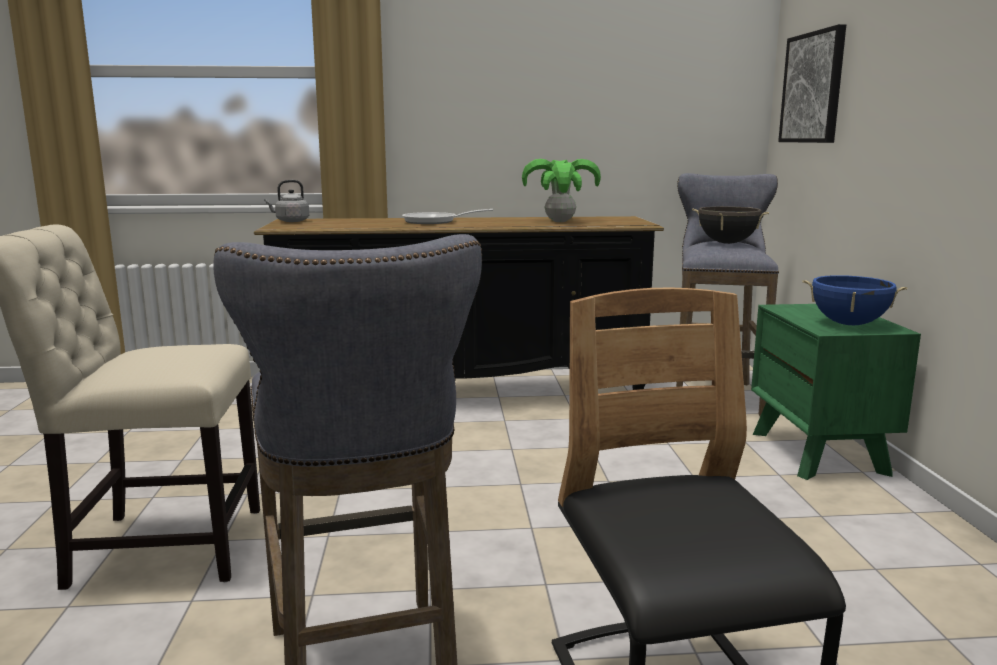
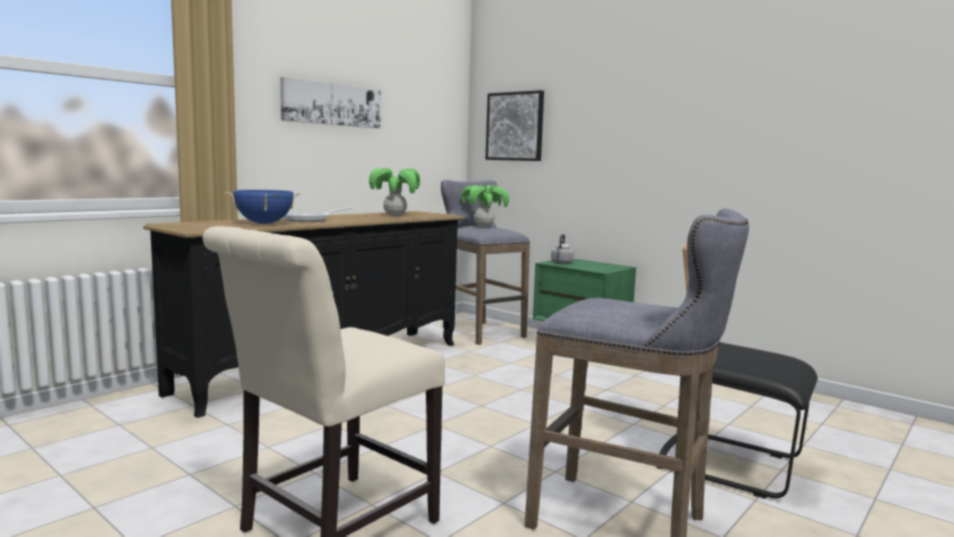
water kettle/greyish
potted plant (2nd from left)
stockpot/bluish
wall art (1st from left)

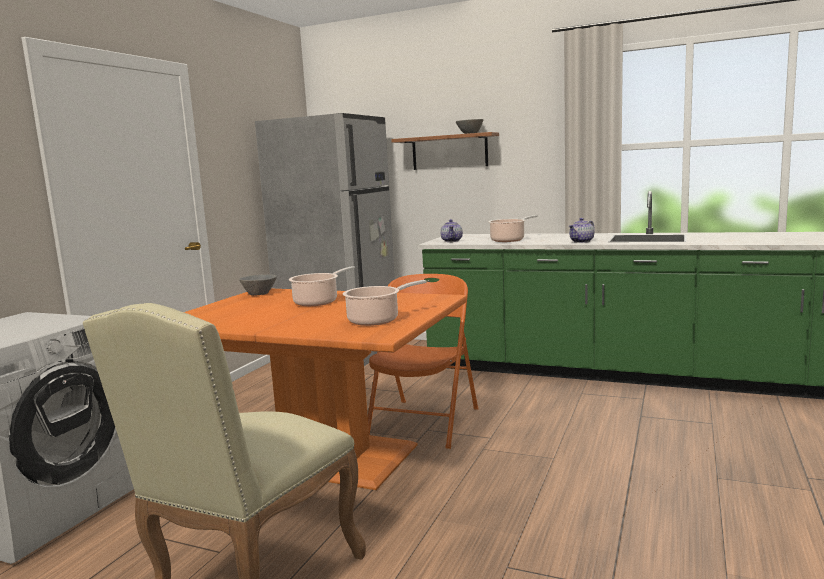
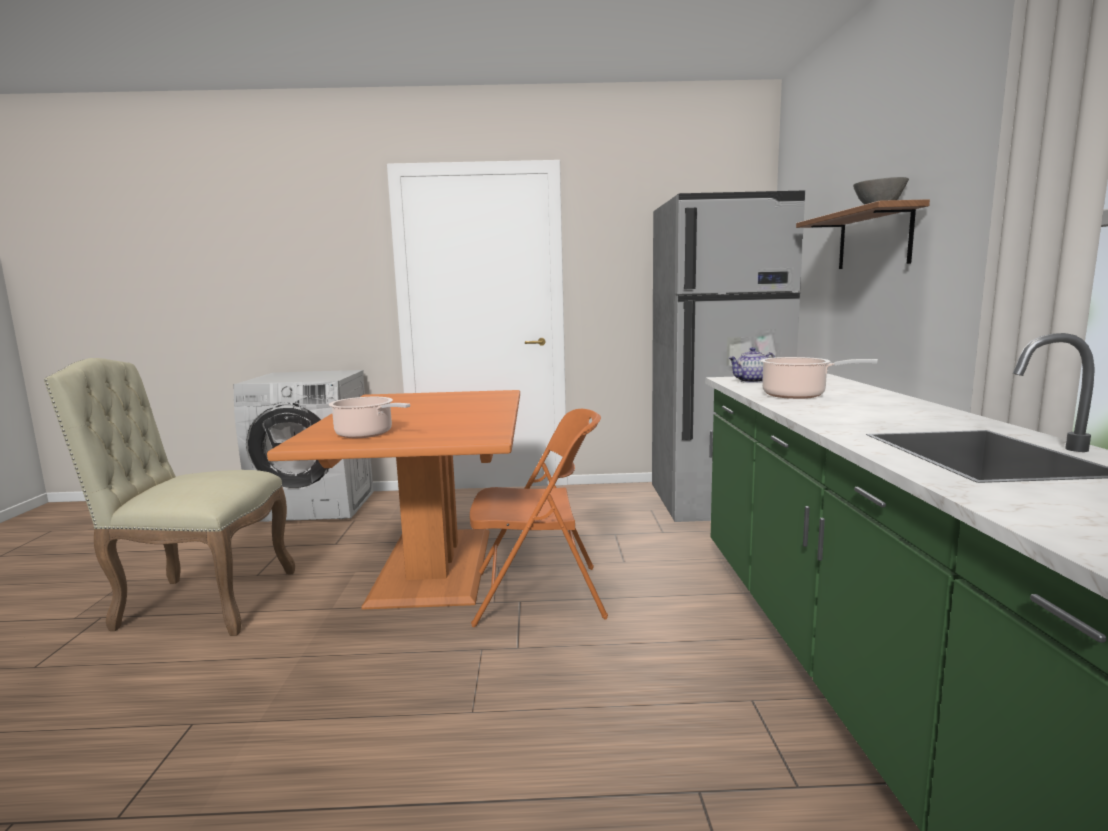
serving bowl/greyish (1st from left in the first image)
stockpot (1st from left in the first image)
teapot (2nd from left in the first image)

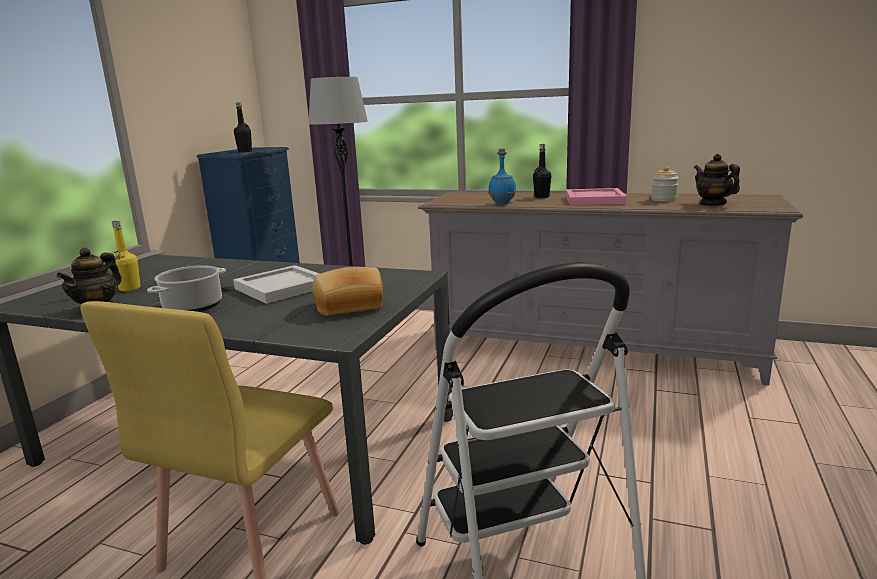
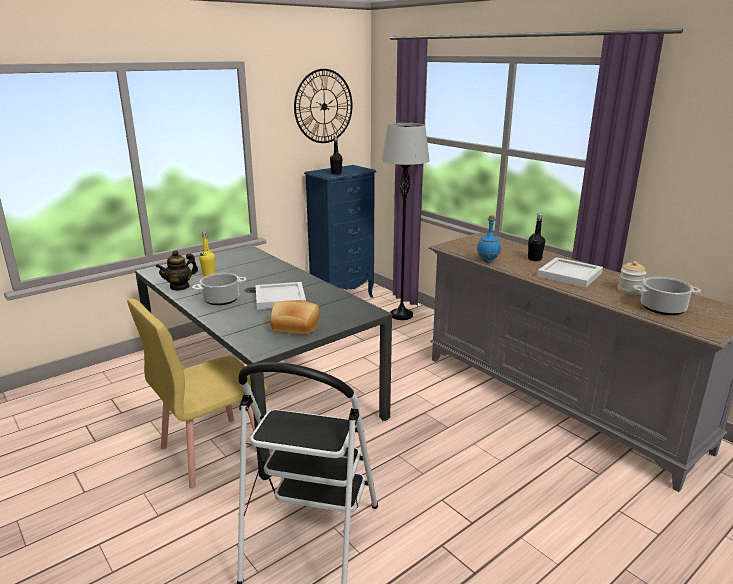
serving tray/white (2nd from left)
stockpot (2nd from left)
clock on the wall

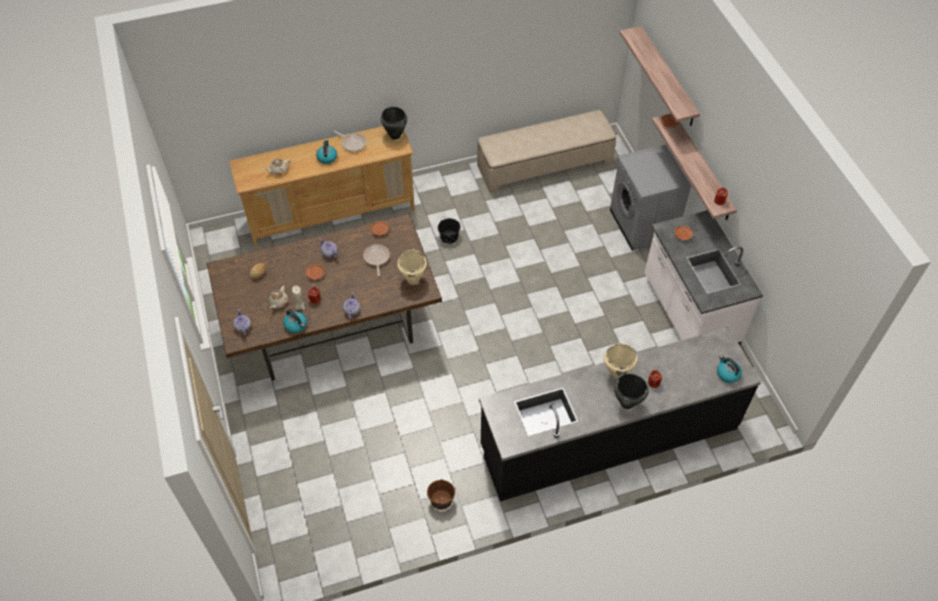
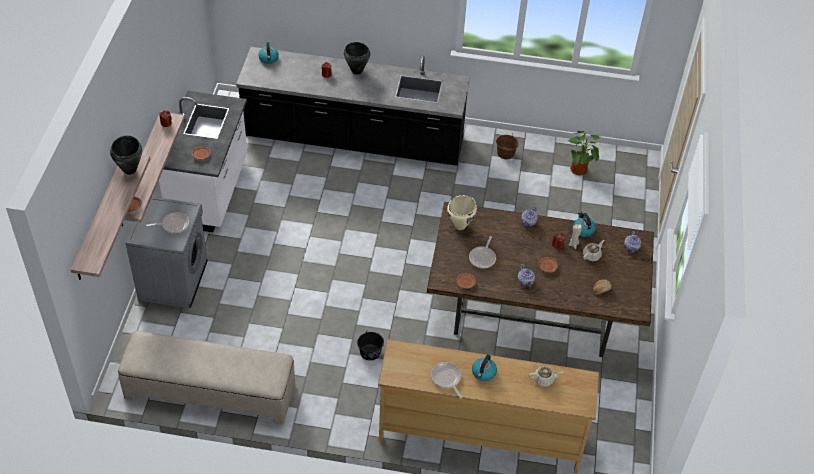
stockpot/black (1st from left)
stockpot/sand-coloured (2nd from left in the first image)
frying pan (1st from left)
potted plant

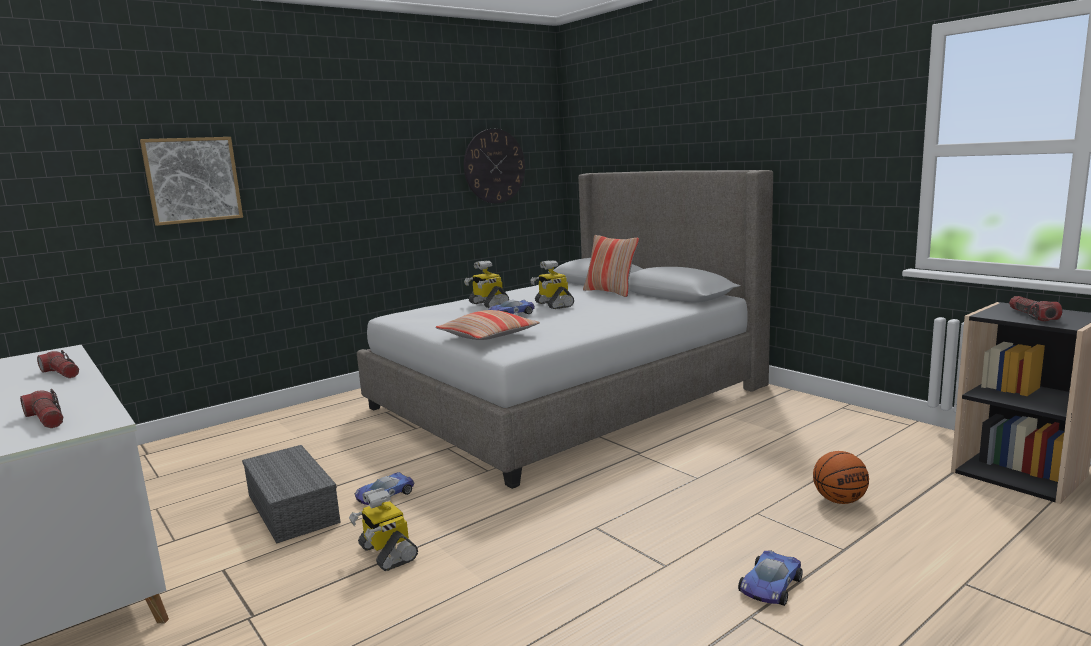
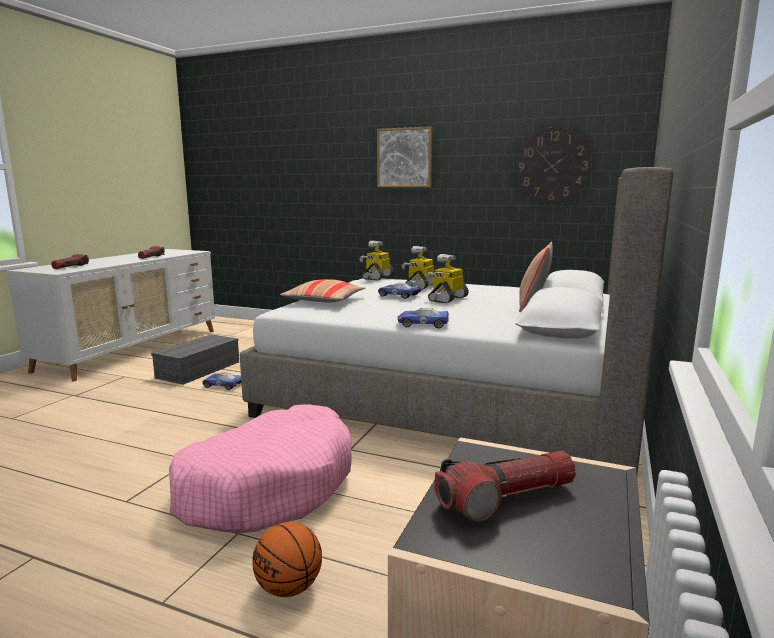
wall art
toy robot (1st from left)
toy car (3rd from left)
dog bed/pink

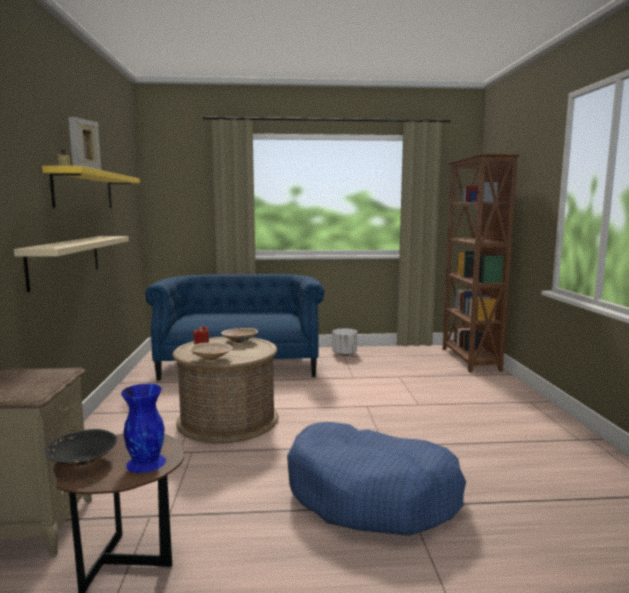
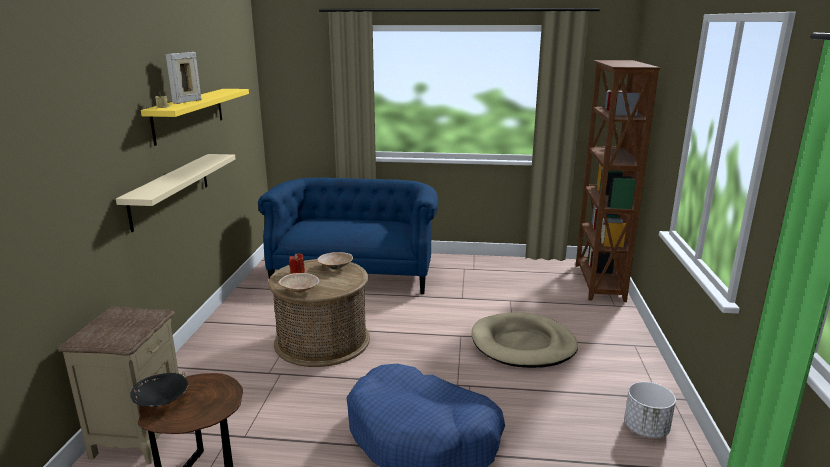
decorative vase/bluish
flower pot/white
dog bed/sand-coloured

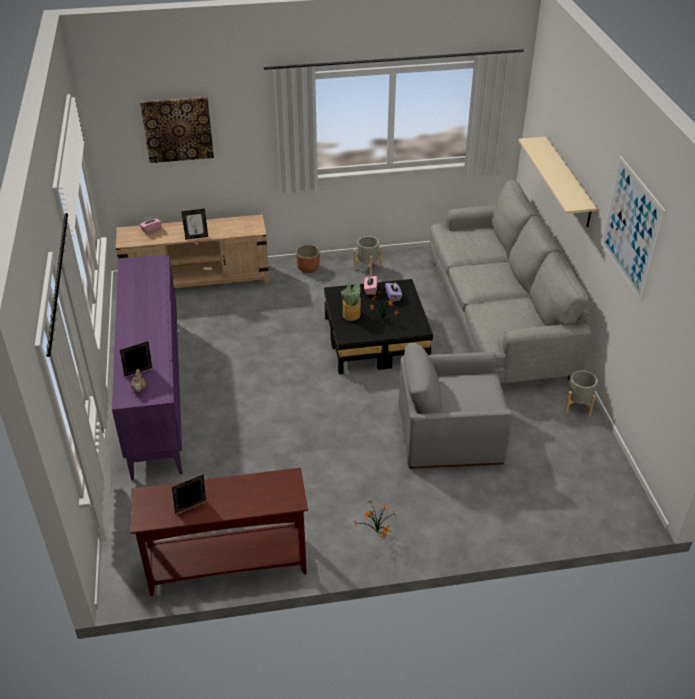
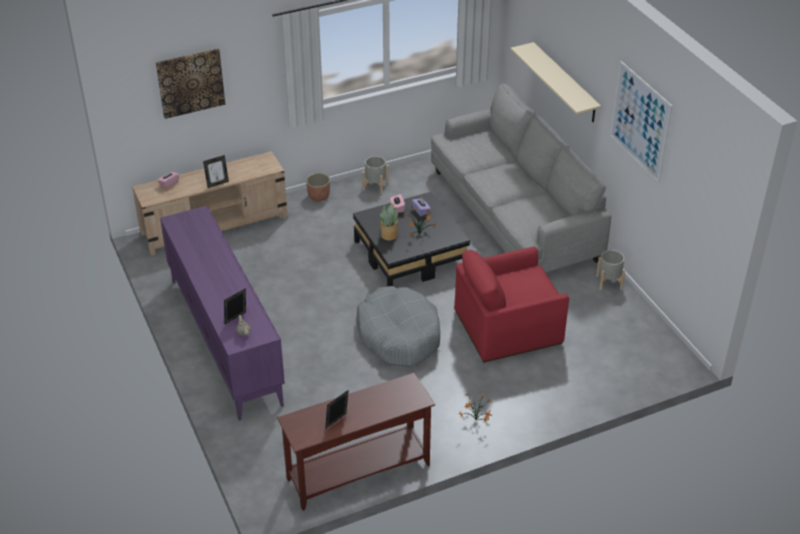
lounge chair/reddish
dog bed/greyish

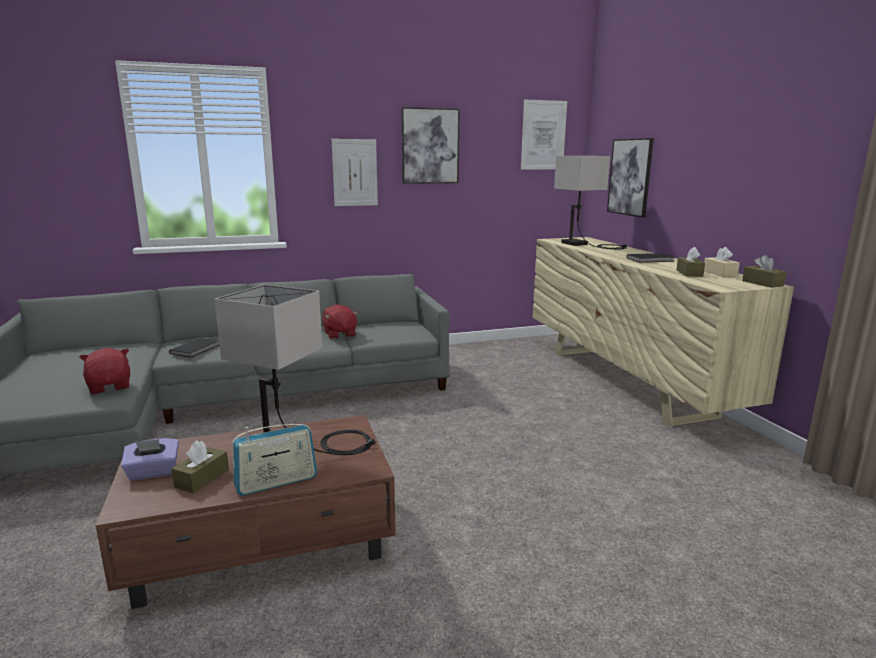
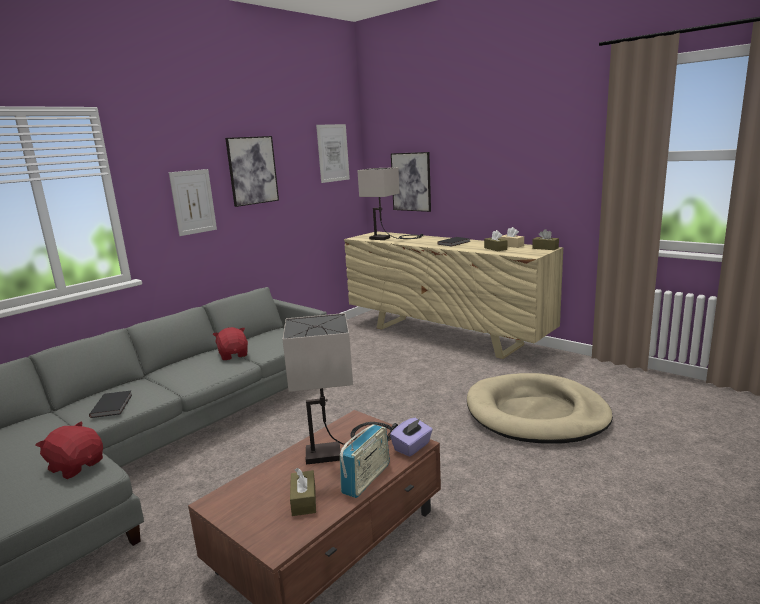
box of tissues/purplish
soft toy/reddish (2nd from left)
dog bed/sand-coloured

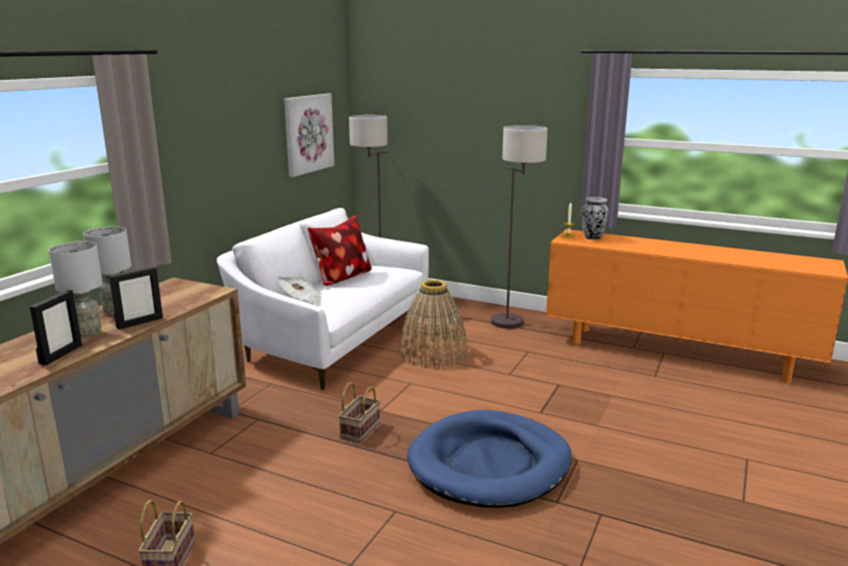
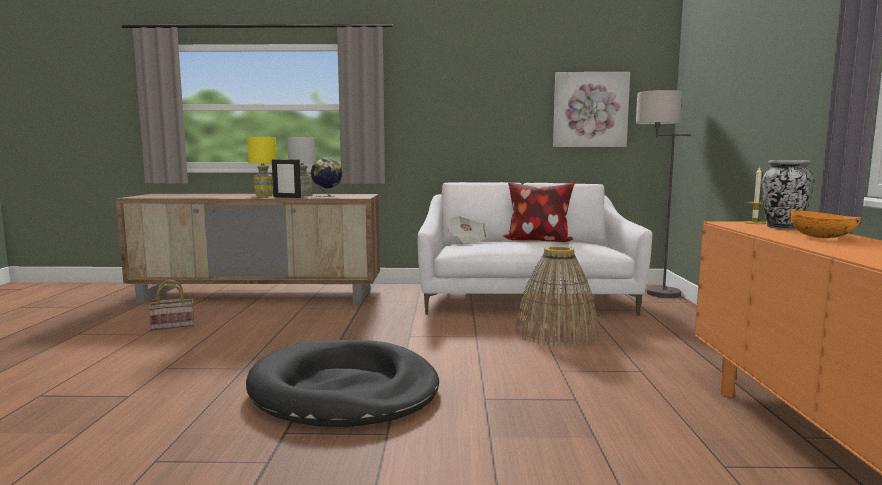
standing frame (1st from left in the first image)
lamp for a table/yellowish
storage basket (2nd from left in the first image)
dog bed/black
standard lamp/greyish (2nd from left in the first image)
globe
serving bowl/orange-coloured

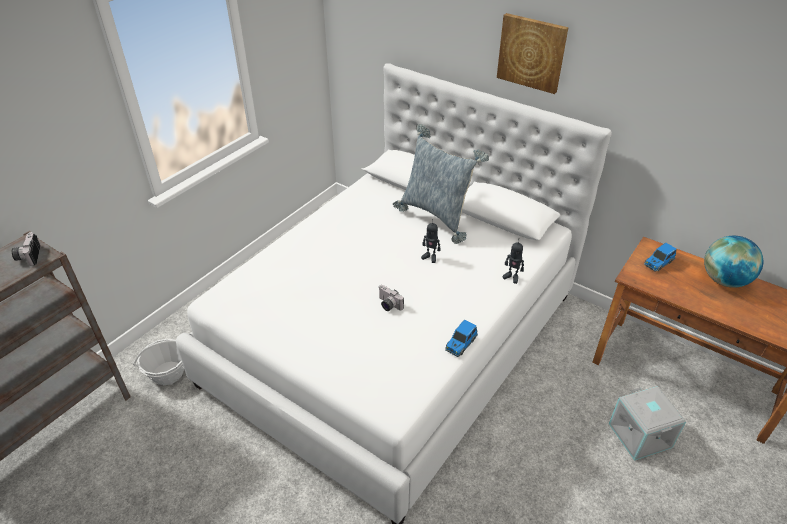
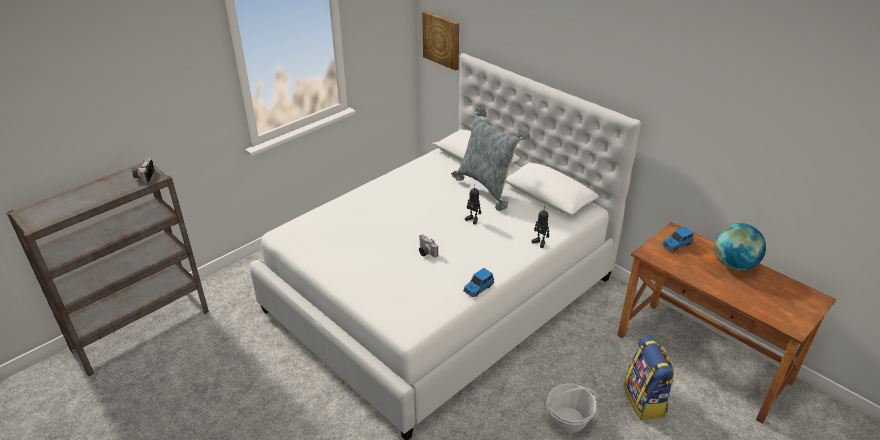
storage basket
wall art
rucksack

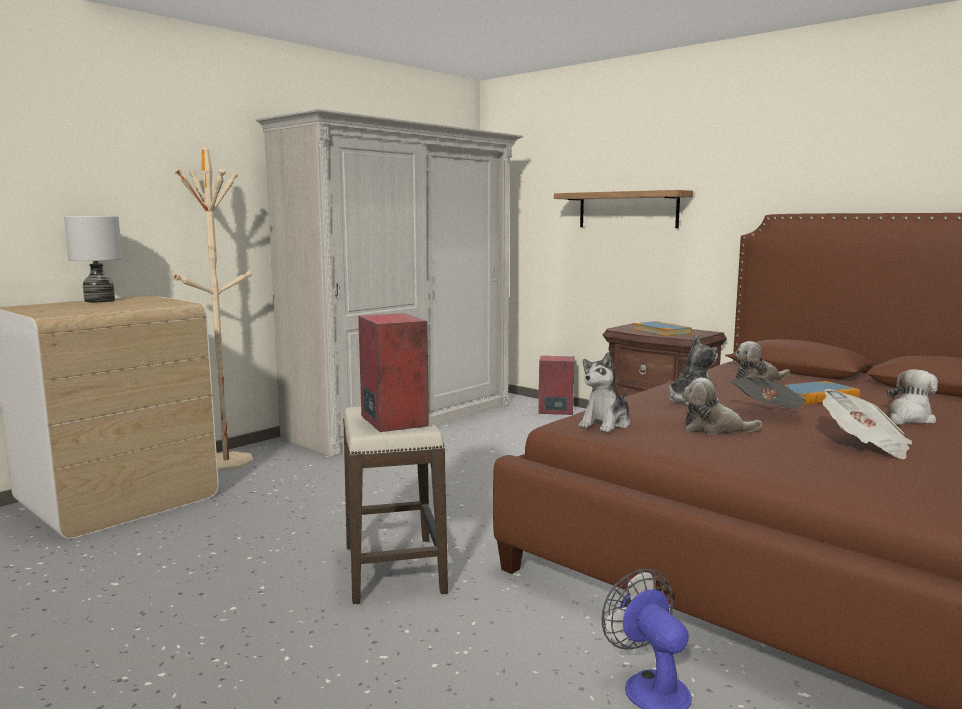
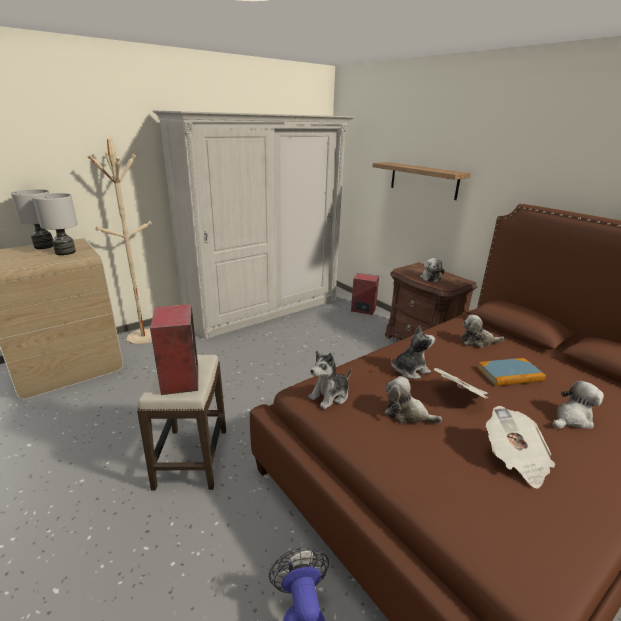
soft toy (4th from left)
lamp for a table/greyish (2nd from left)

